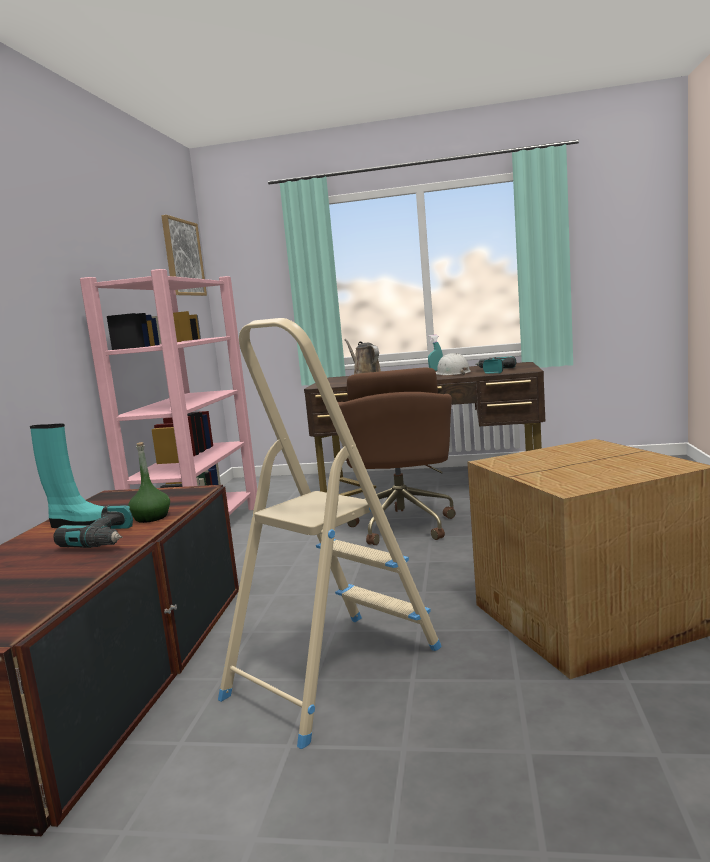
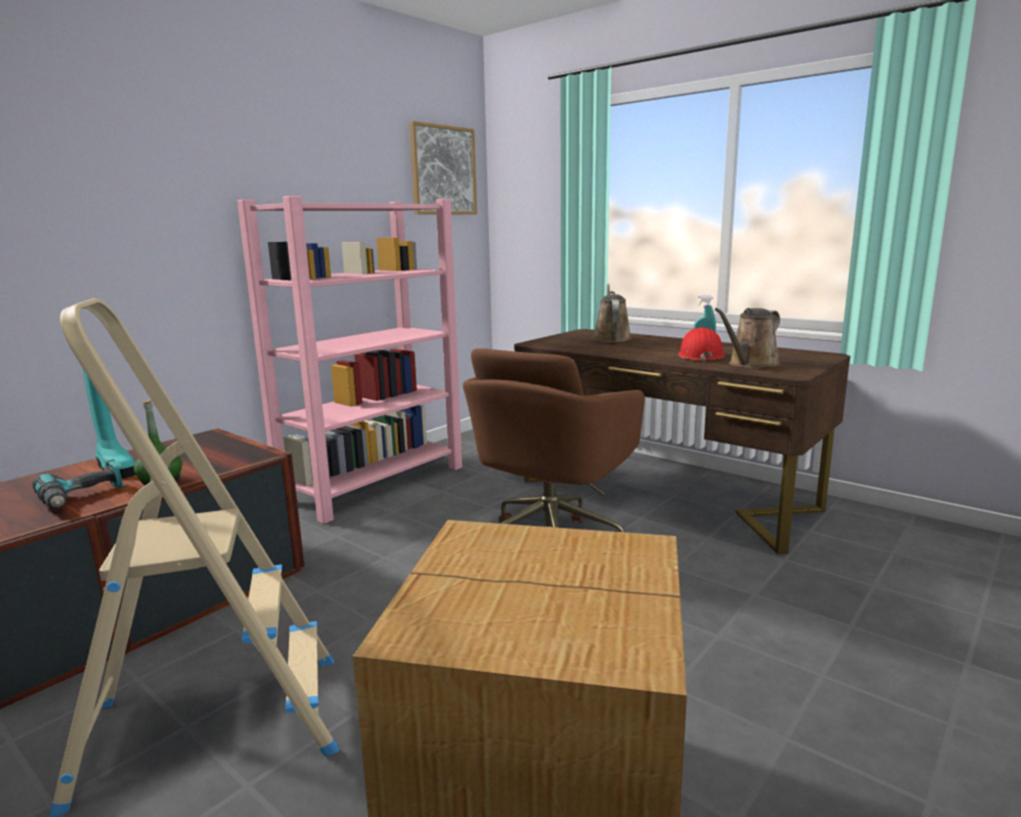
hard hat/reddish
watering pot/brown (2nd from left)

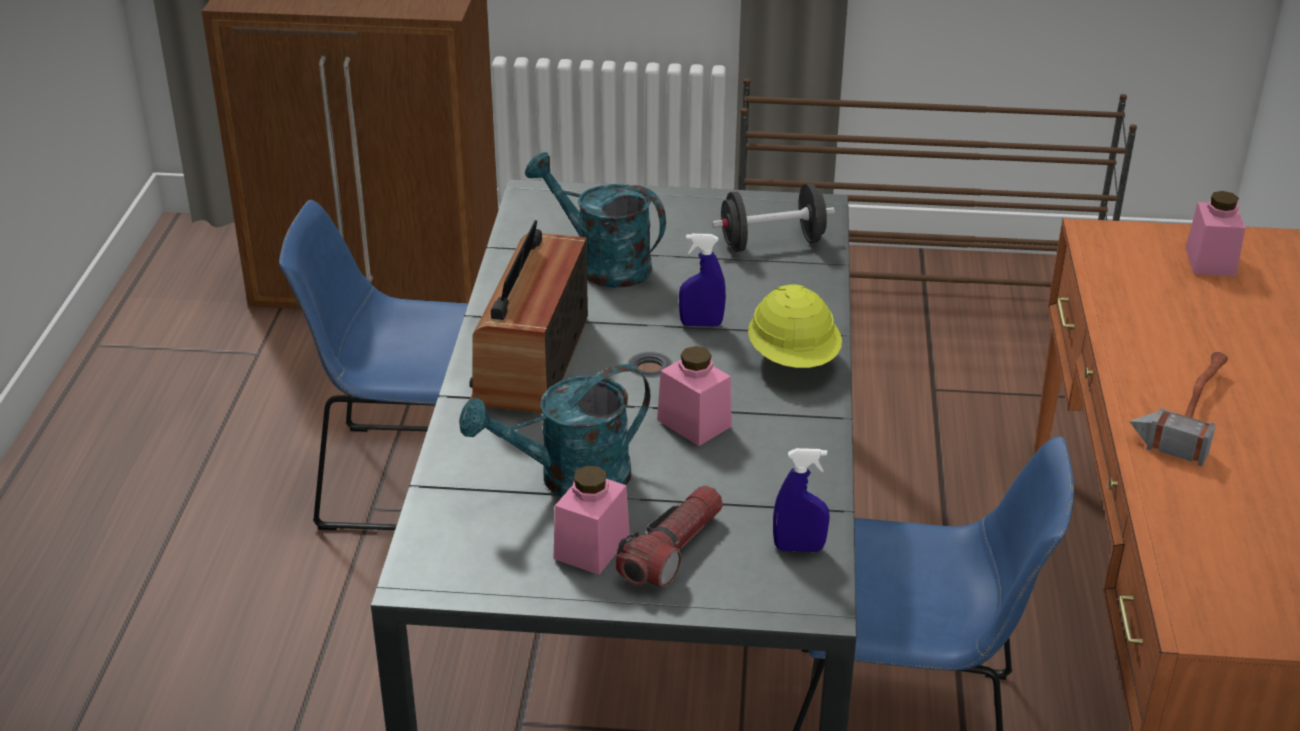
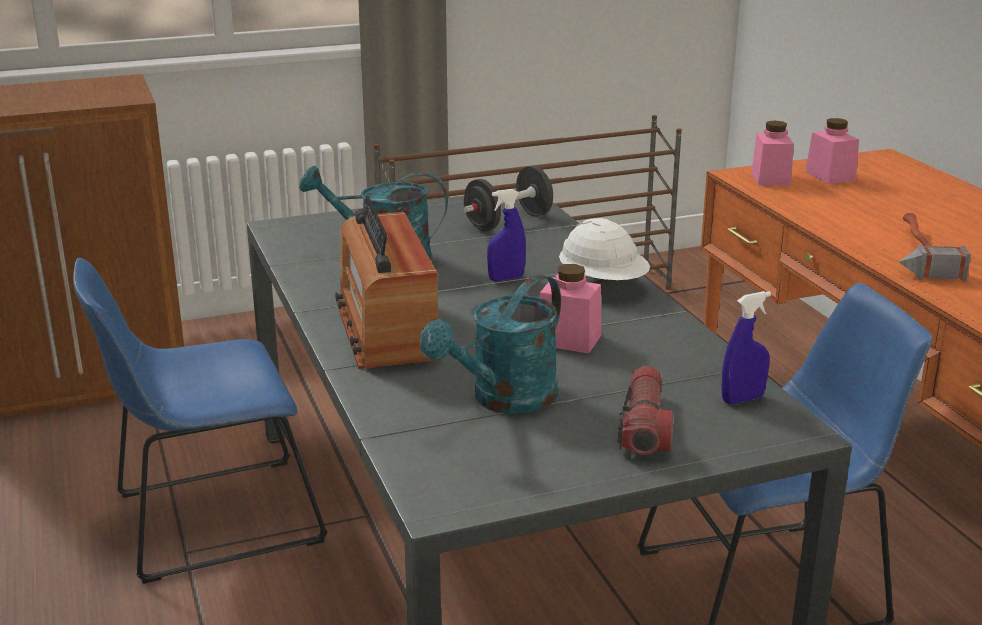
preserve jar/pink (2nd from left)
hard hat/white

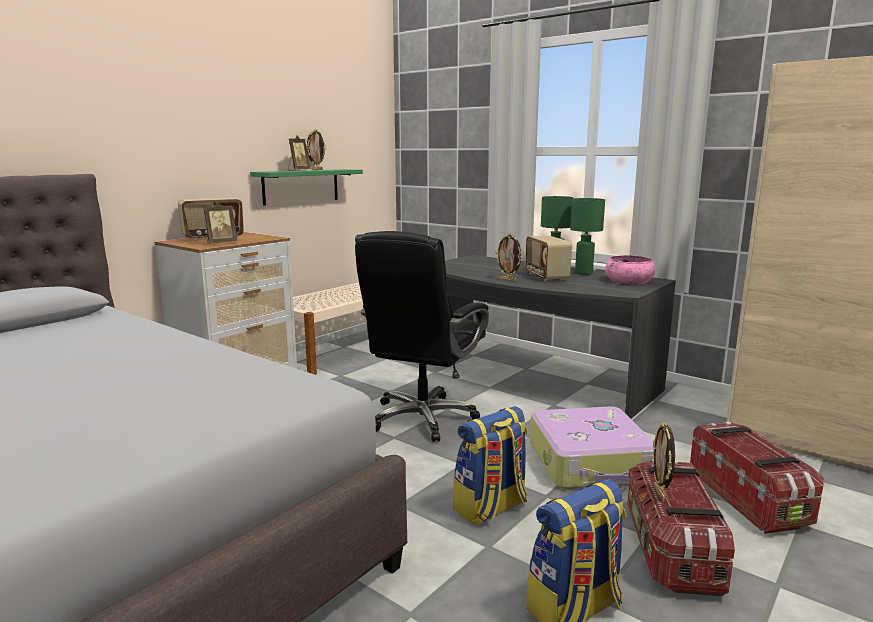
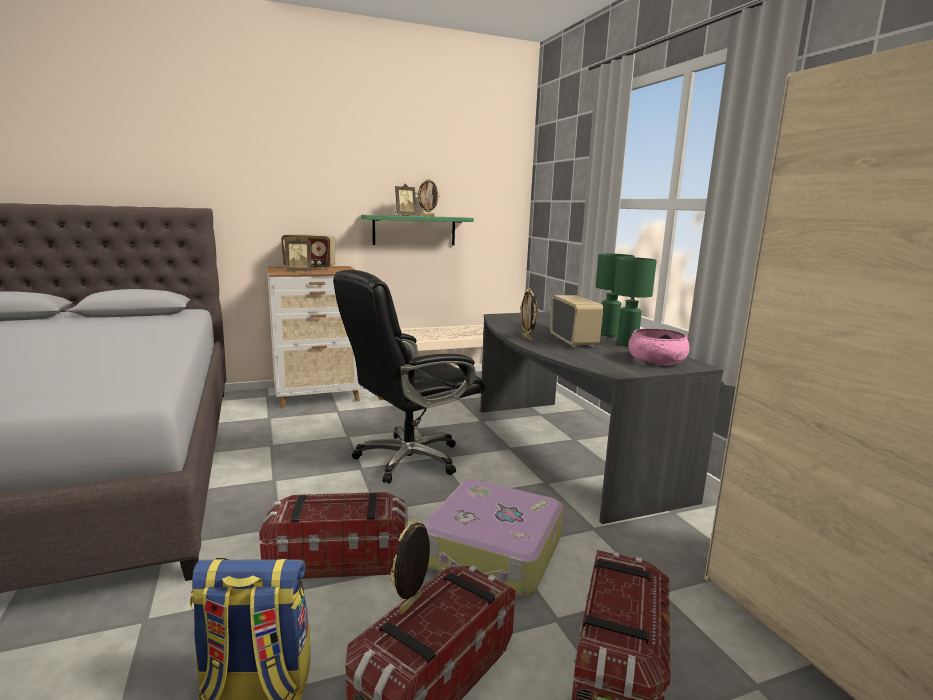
storage container (1st from left)
radio (2nd from left)

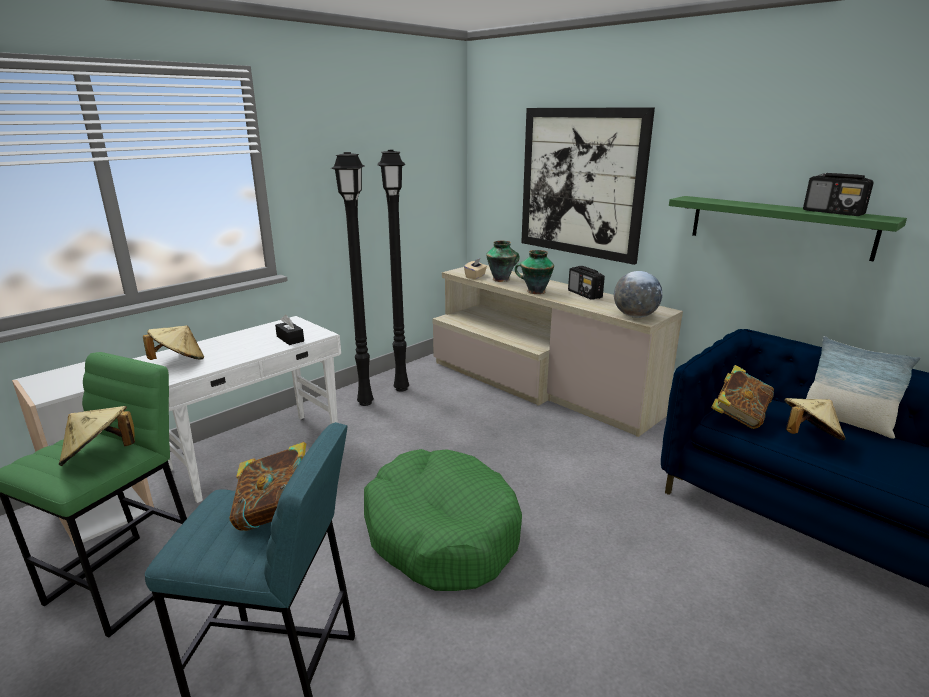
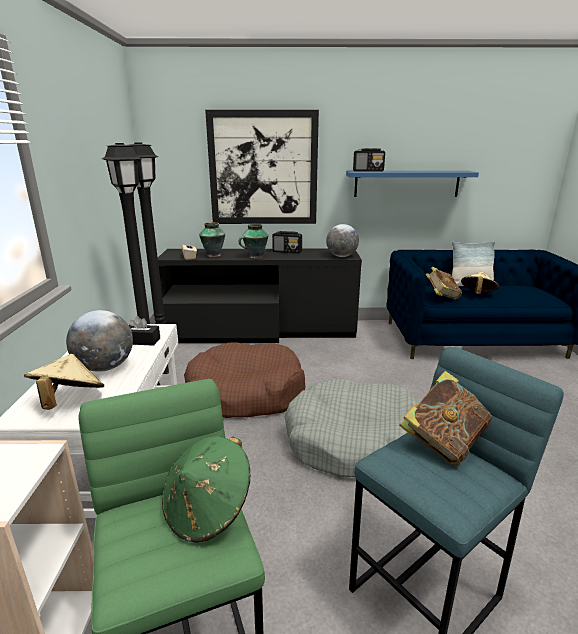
hat/greenish
dog bed/greyish
tv unit/black
wall shelf/bluish
radio (2nd from left)
globe (1st from left)
dog bed/brown

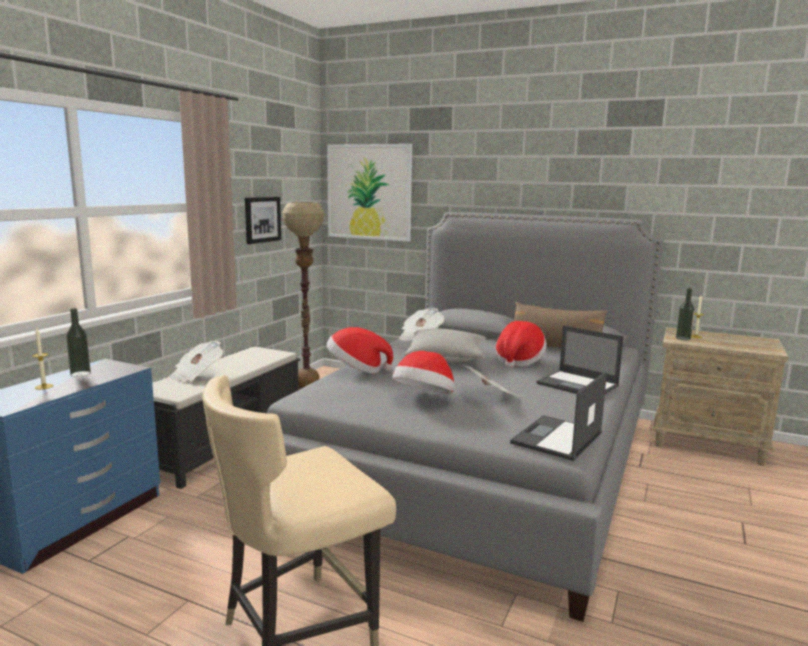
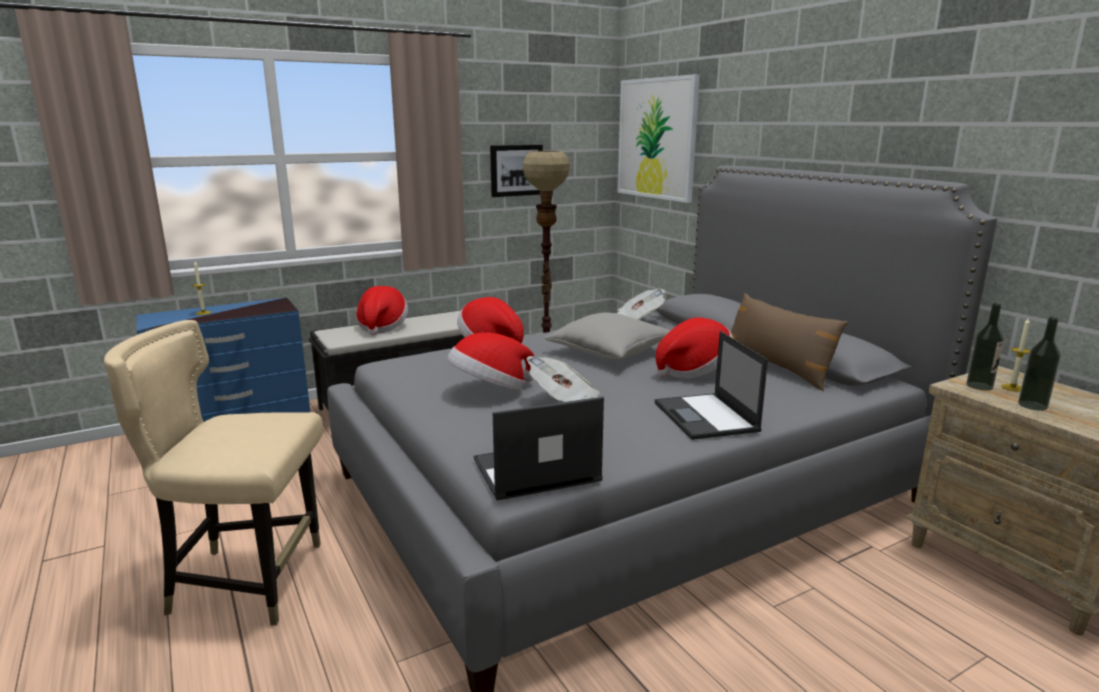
bottle (2nd from left)
hat (1st from left)

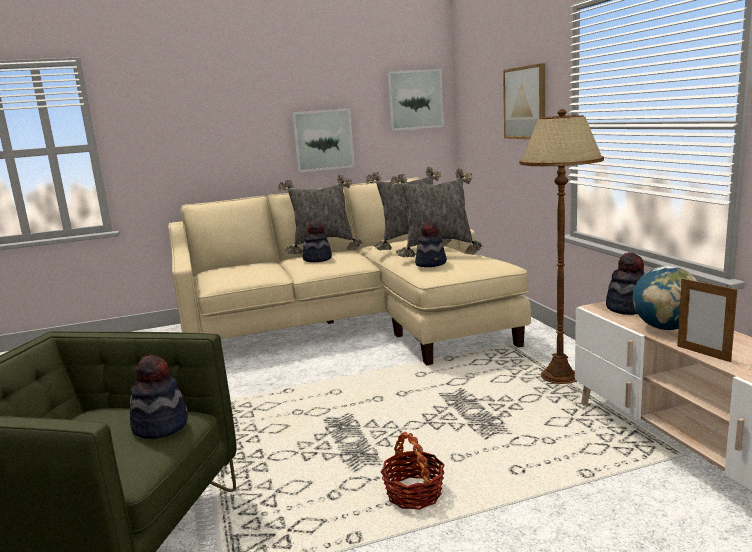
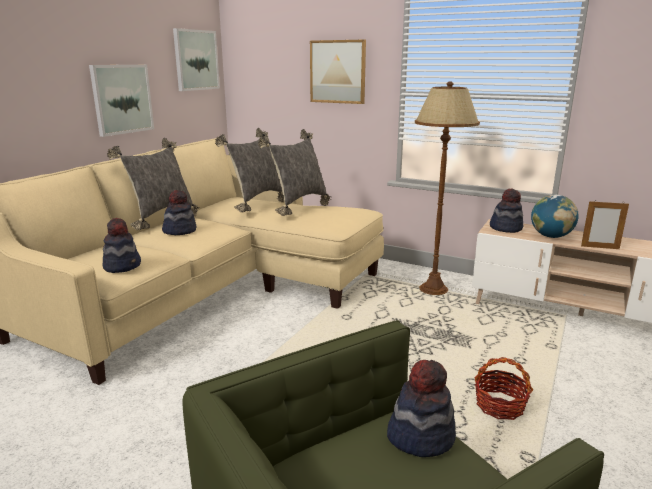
hat (1st from left)

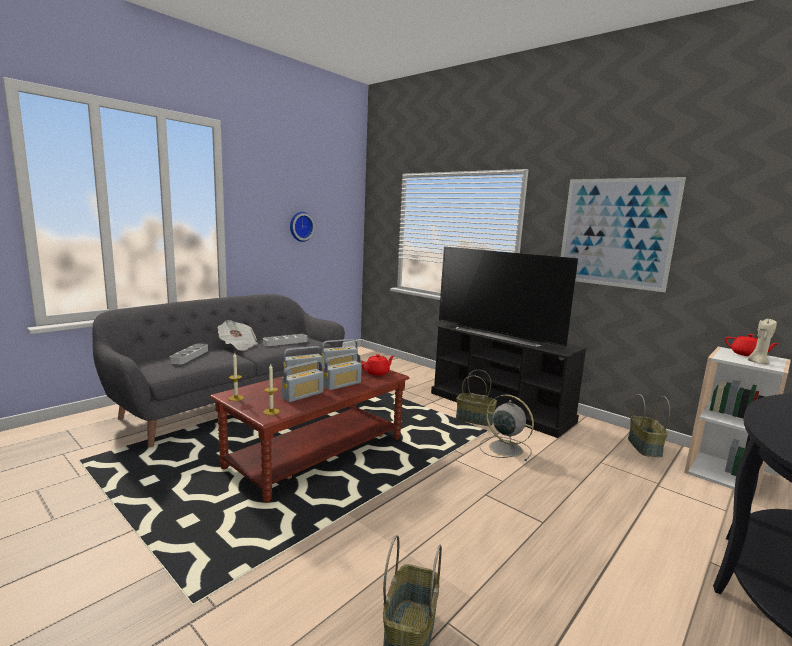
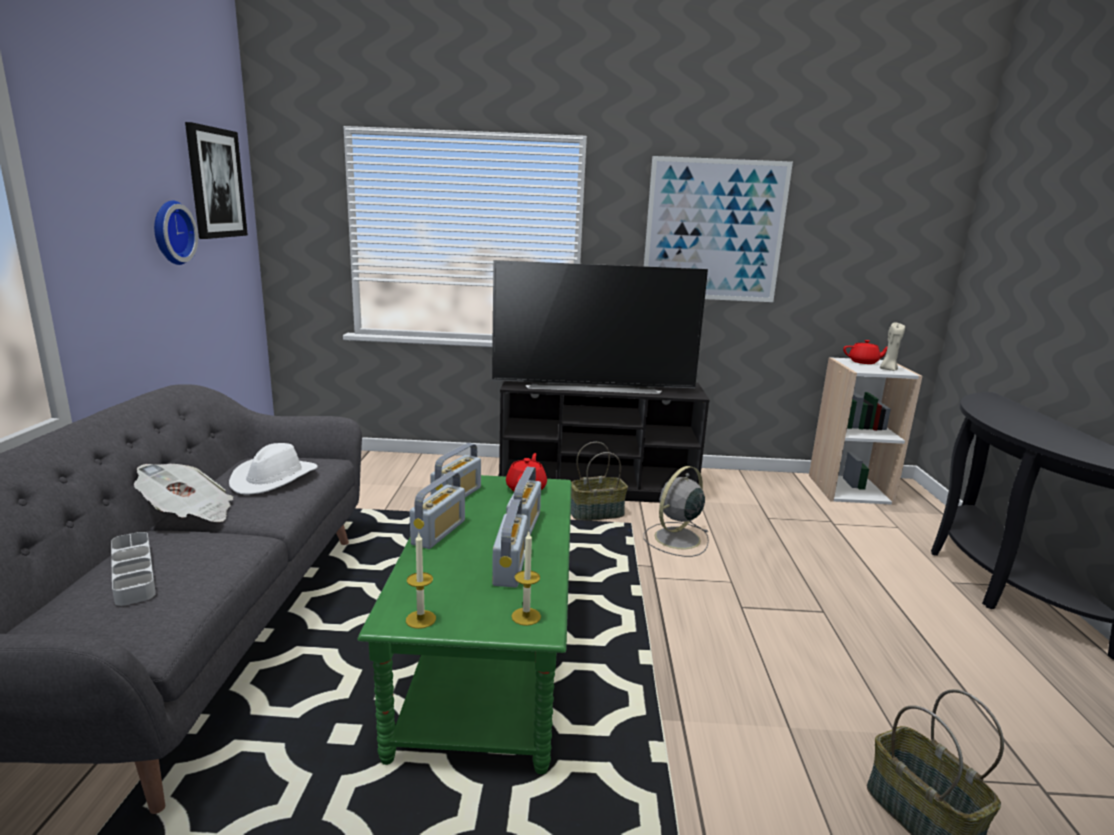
coffee table/greenish
hat/white
electric fan/greyish
storage basket (3rd from left in the first image)
wall art (1st from left)

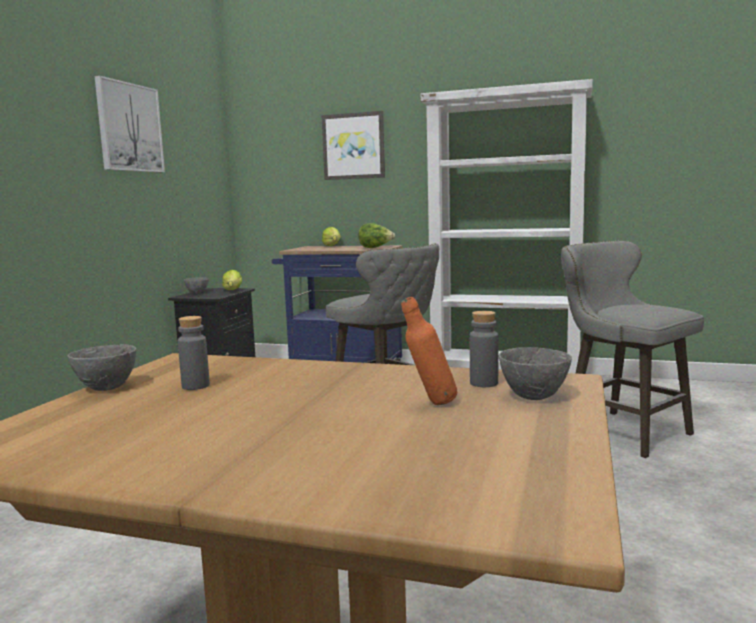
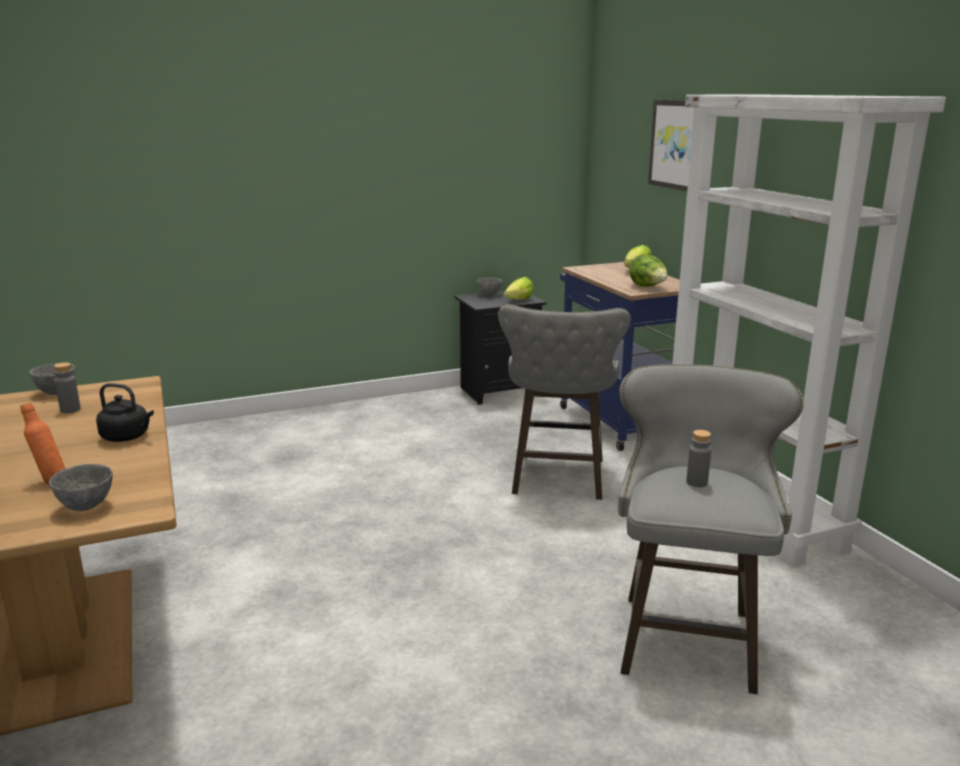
wall art (1st from left in the first image)
bottle/greyish (2nd from left)
water kettle/black

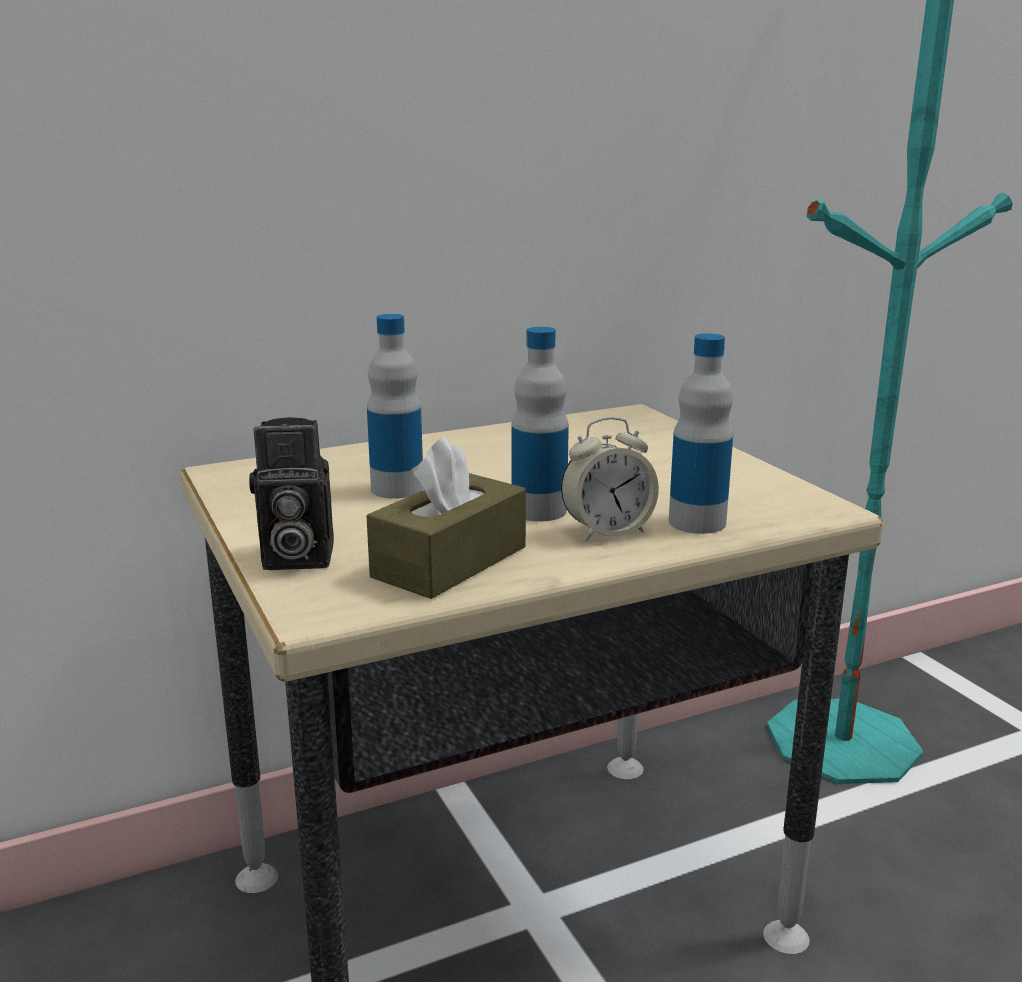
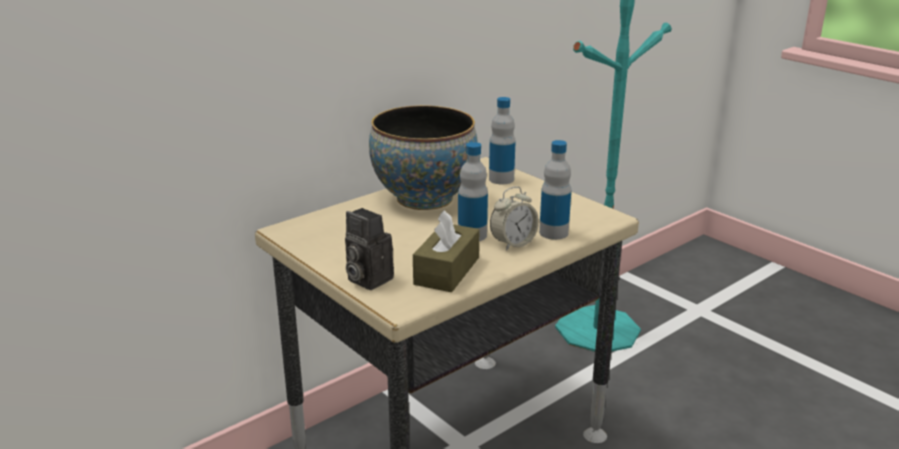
photo camera
bottle (2nd from left)
serving bowl

